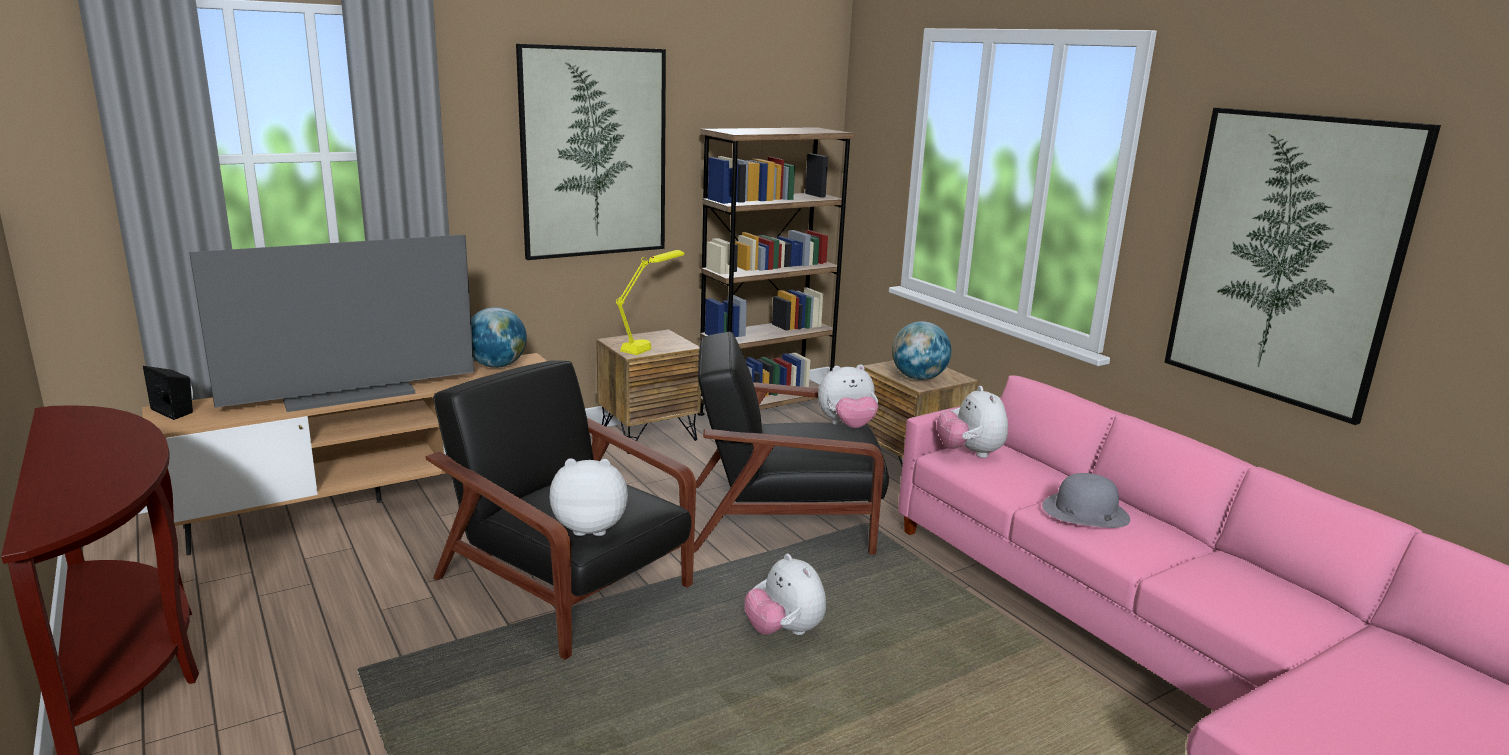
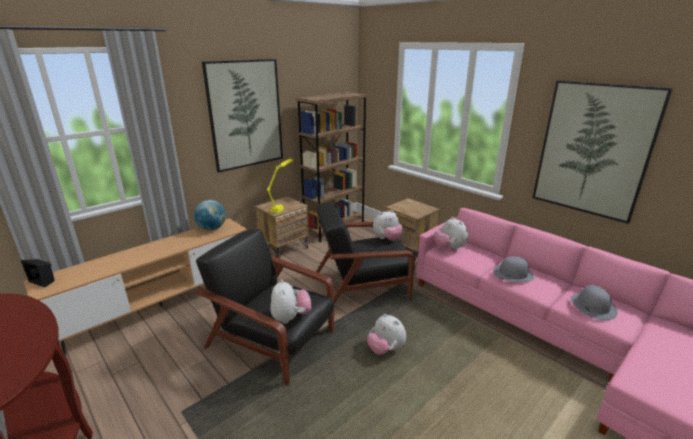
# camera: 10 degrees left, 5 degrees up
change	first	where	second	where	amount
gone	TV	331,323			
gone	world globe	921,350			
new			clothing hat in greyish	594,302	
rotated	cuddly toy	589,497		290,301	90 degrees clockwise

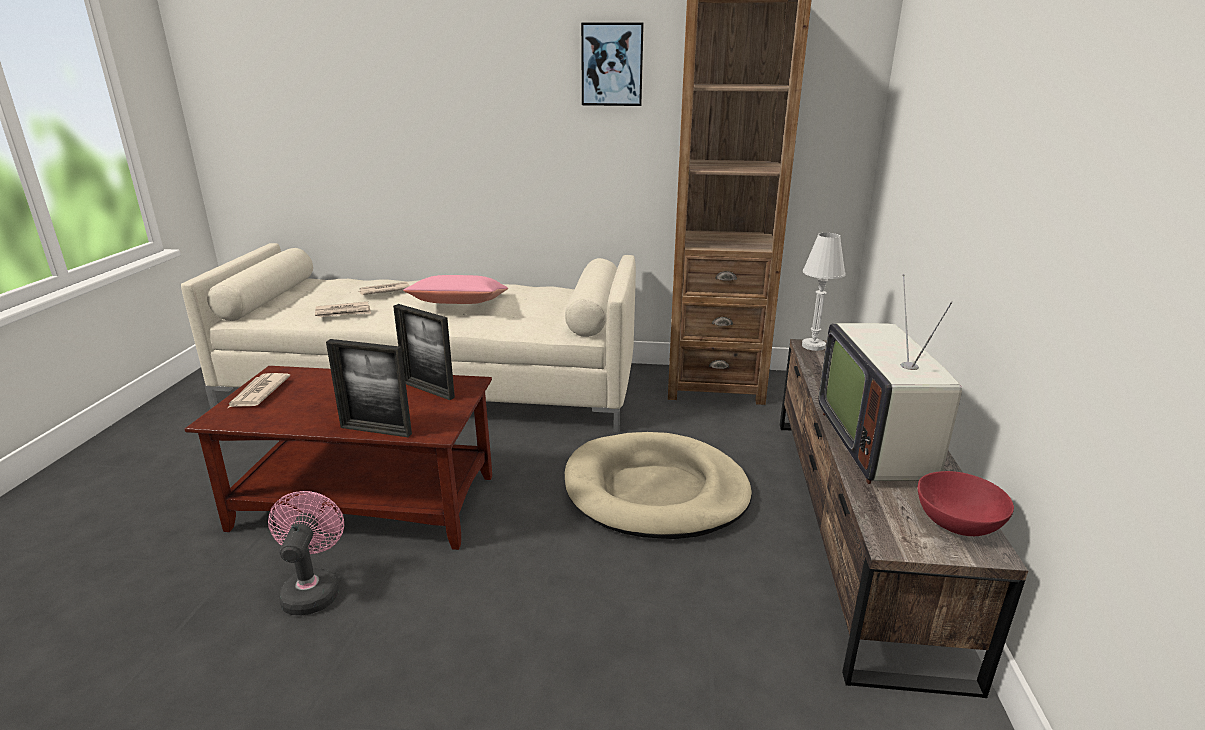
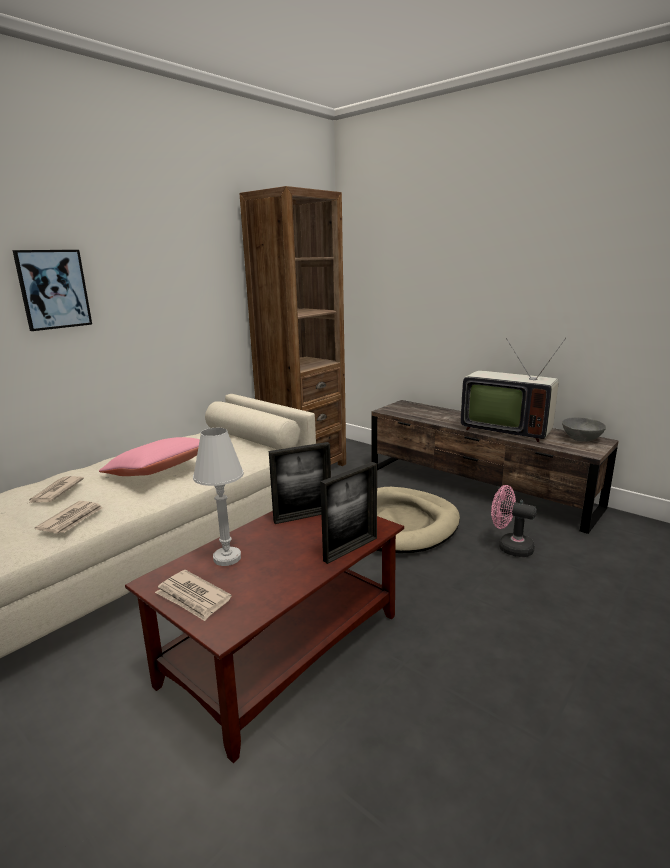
# camera: 55 degrees left, 5 degrees down
change	first	where	second	where	amount
shifted	electric fan in pink	306,553		514,521	
shifted	wall art	612,64		52,290	
shifted	tabletop lamp in whitish	823,292		218,497	
repainted	deep dish in red	966,503	deep dish in greyish	584,429	

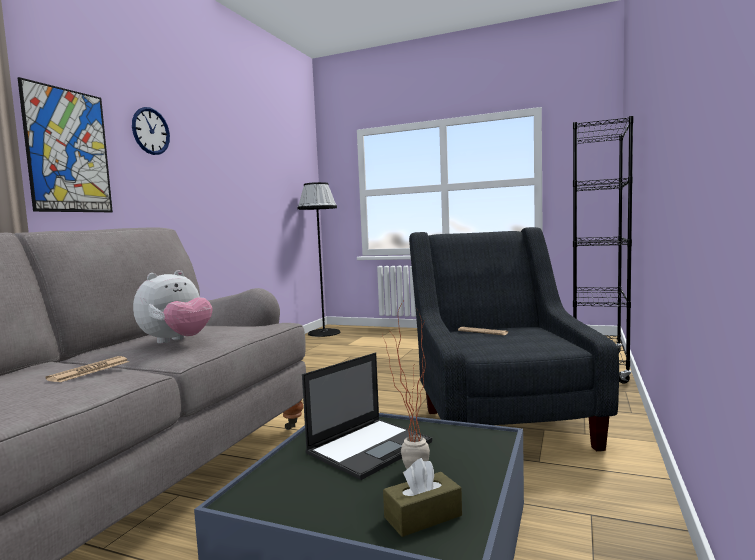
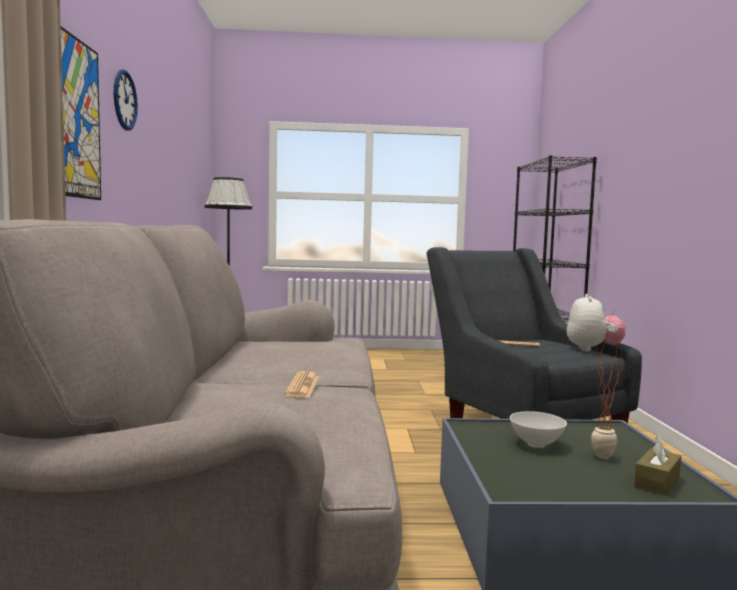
# camera: 25 degrees left, 0 degrees up
change	first	where	second	where	amount
shifted	cuddly toy	172,307		596,322	
swapped	portable computer	367,416	deep dish in whitish	538,429	

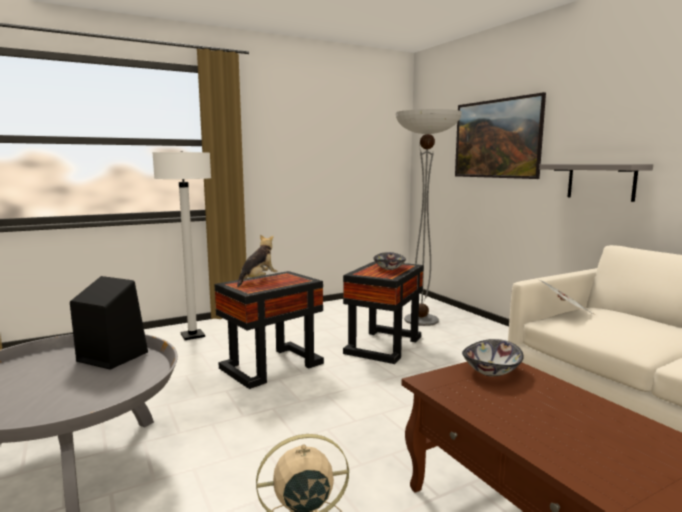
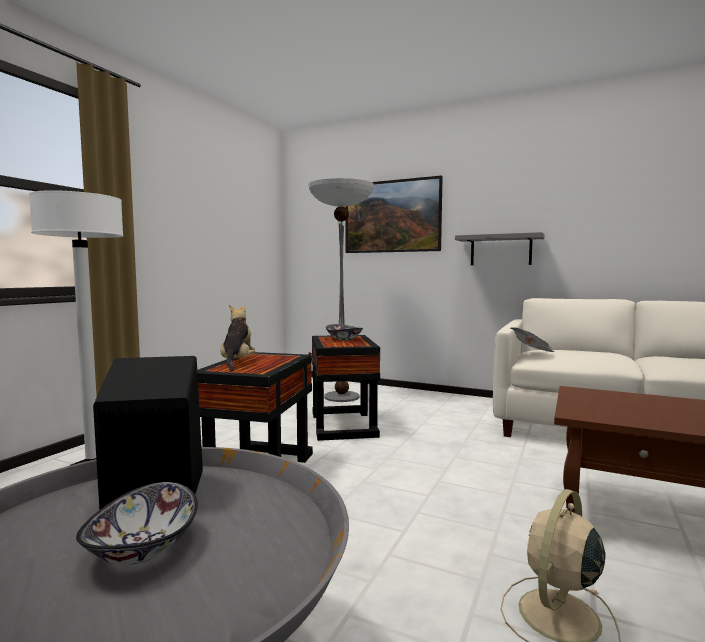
# camera: 35 degrees left, 5 degrees down
change	first	where	second	where	amount
shifted	deep dish	493,358		137,523	

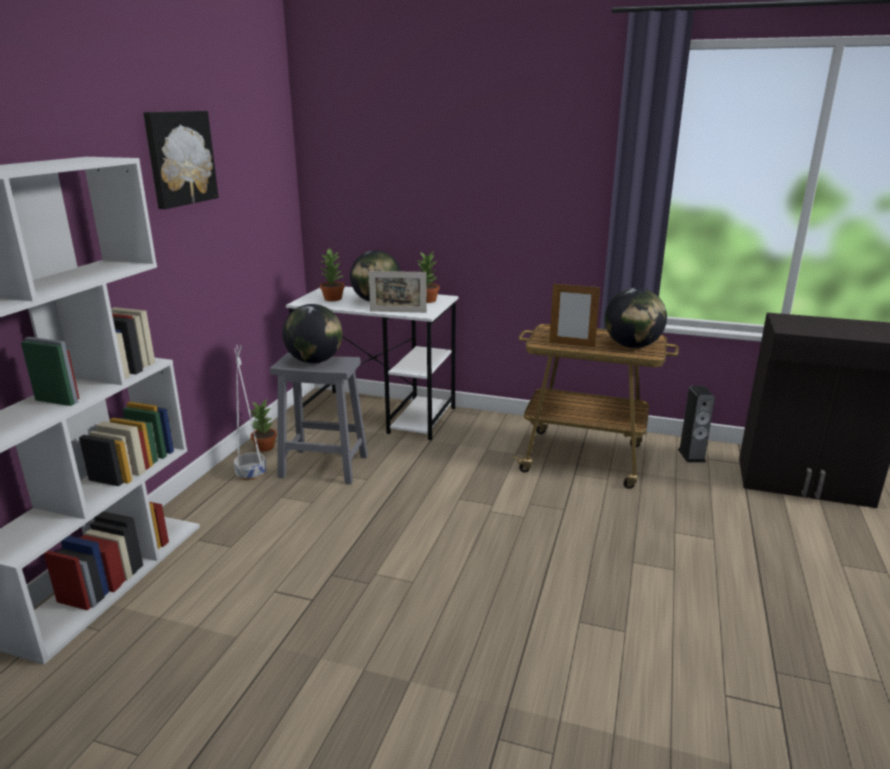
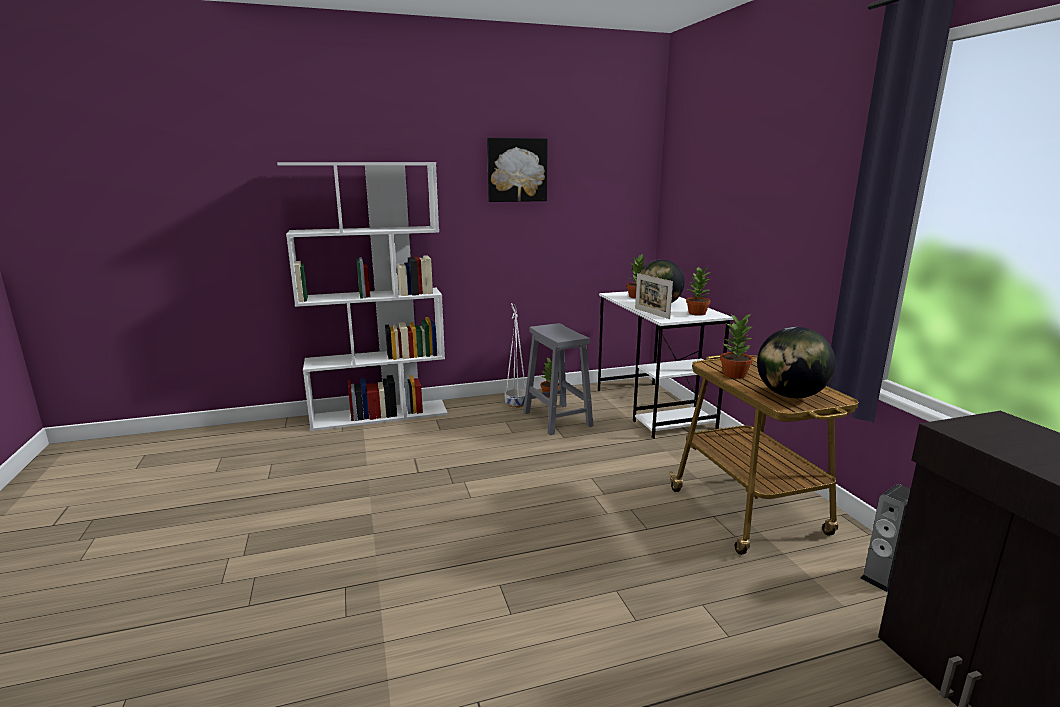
# camera: 55 degrees right, 5 degrees down
change	first	where	second	where	amount
gone	world globe	312,333			
swapped	standing frame	575,315	plant in a pot	736,346	

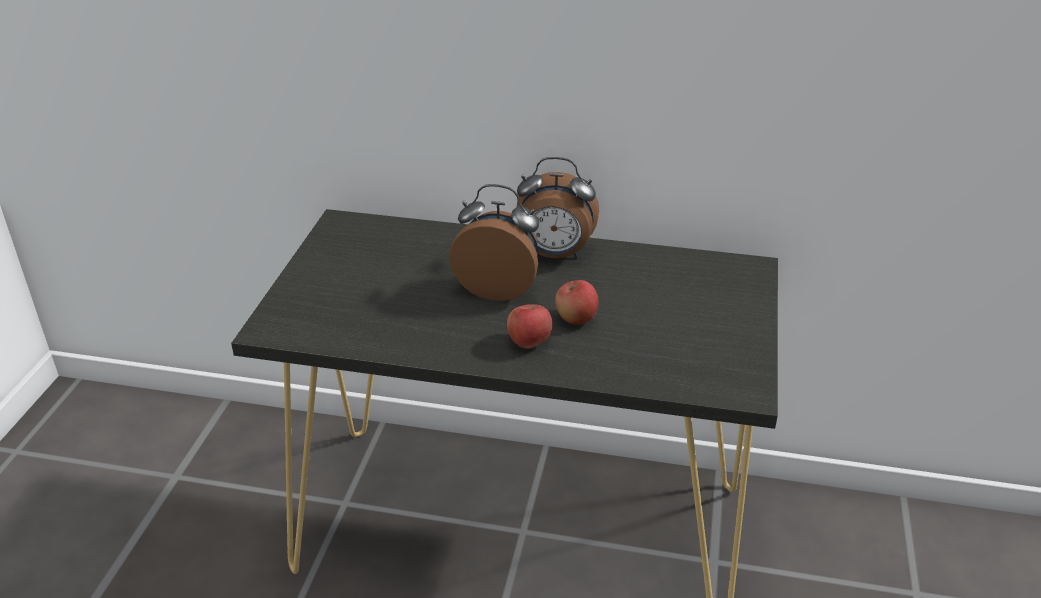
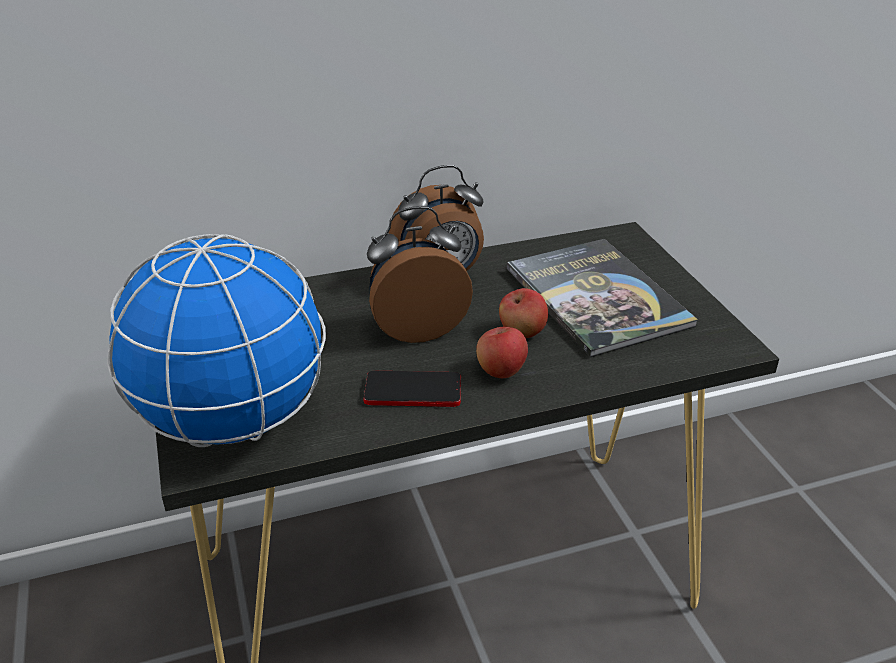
# camera: 30 degrees left, 0 degrees up
change	first	where	second	where	amount
new			world globe	216,340	
new			handset	412,389	
new			volume	602,298	

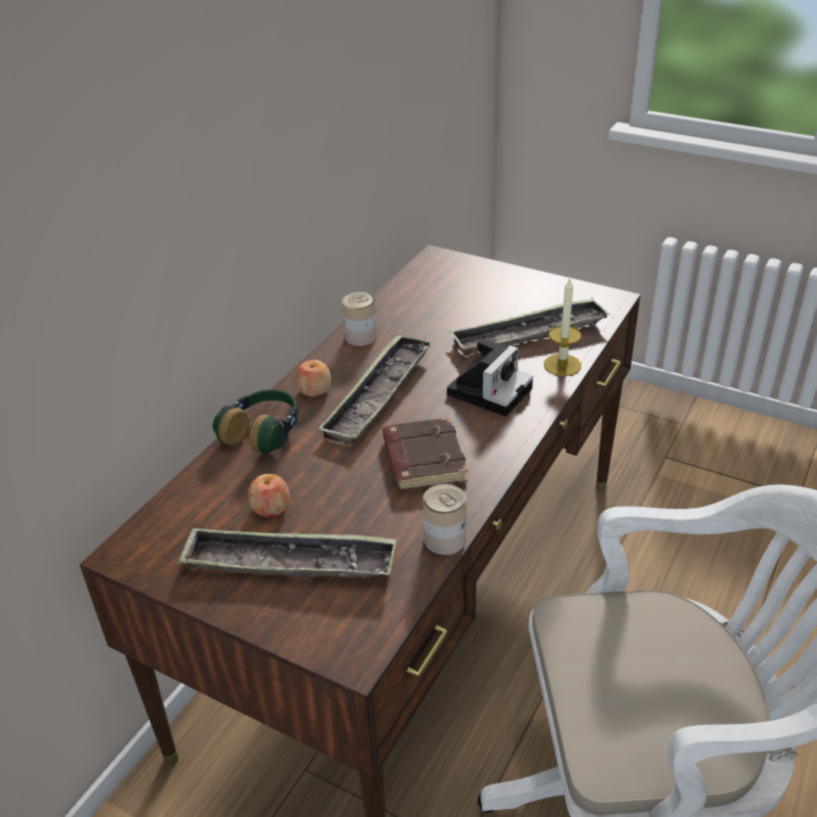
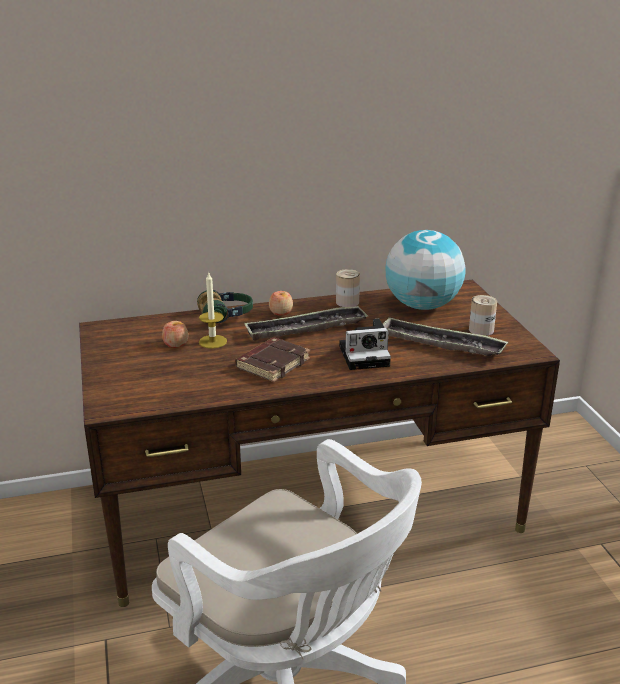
# camera: 45 degrees right, 10 degrees down
change	first	where	second	where	amount
gone	serving tray	287,553			
new			world globe	425,270	
shifted	sealed can	444,519		483,315	
shifted	wax candle	562,327		213,311	

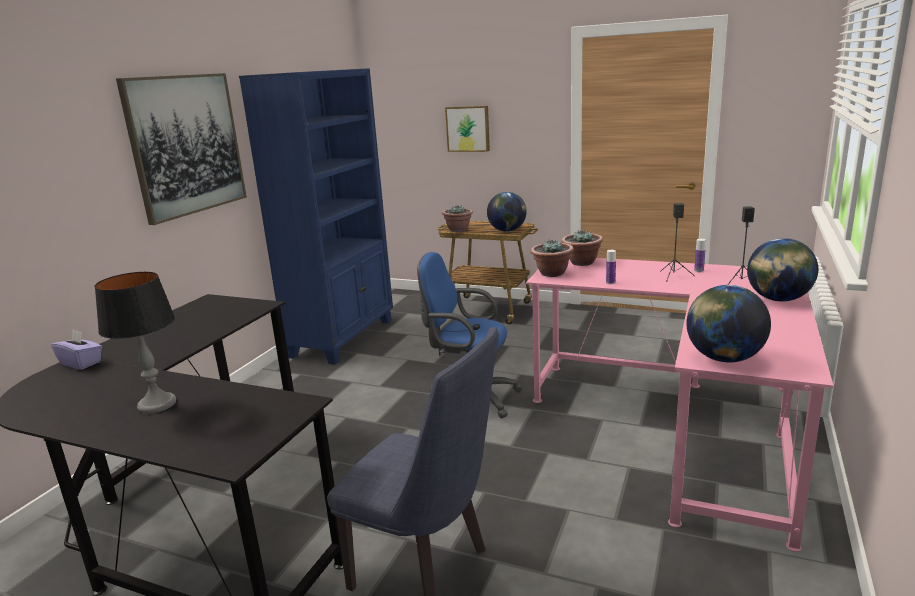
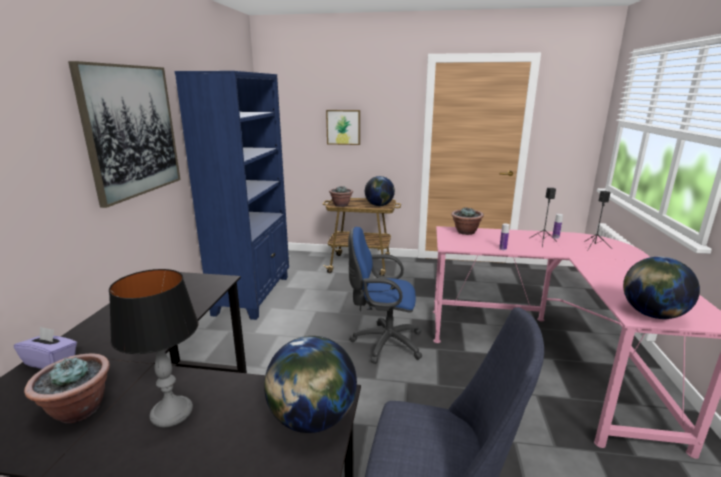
# camera: 15 degrees left, 0 degrees up
change	first	where	second	where	amount
shifted	plant in a pot	552,258		67,388	
shifted	world globe	782,269		310,384	

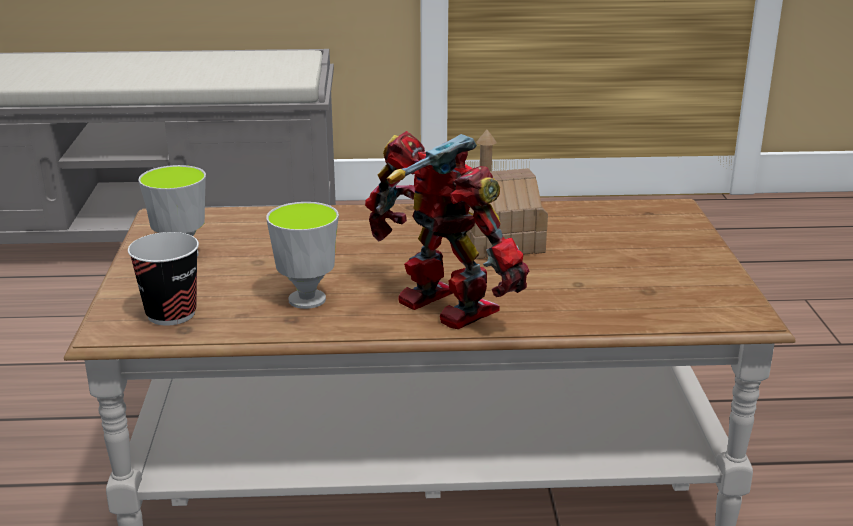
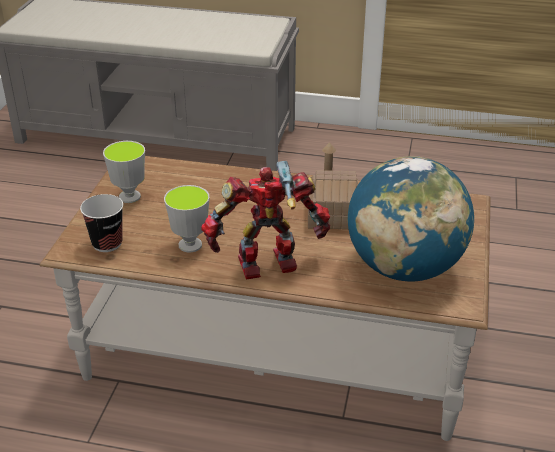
# camera: 15 degrees right, 10 degrees up
change	first	where	second	where	amount
new			world globe	411,219	
rotated	toy robot	447,230		265,220	75 degrees counterclockwise

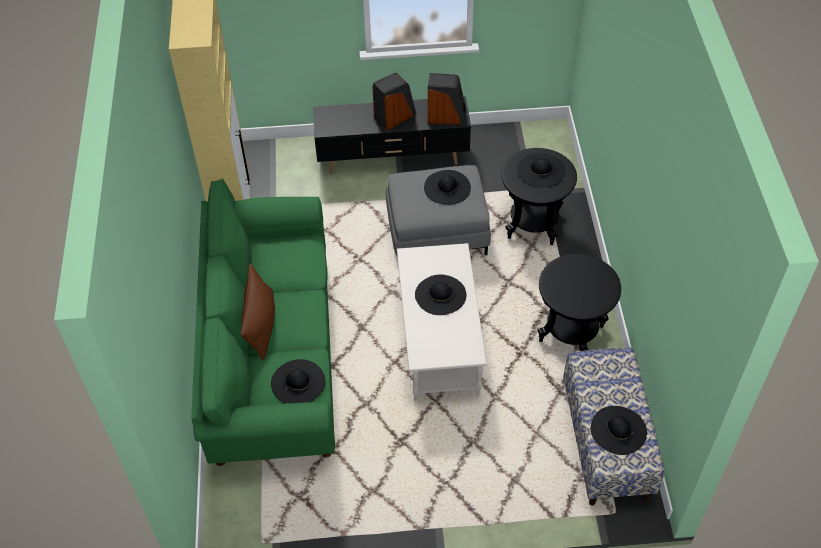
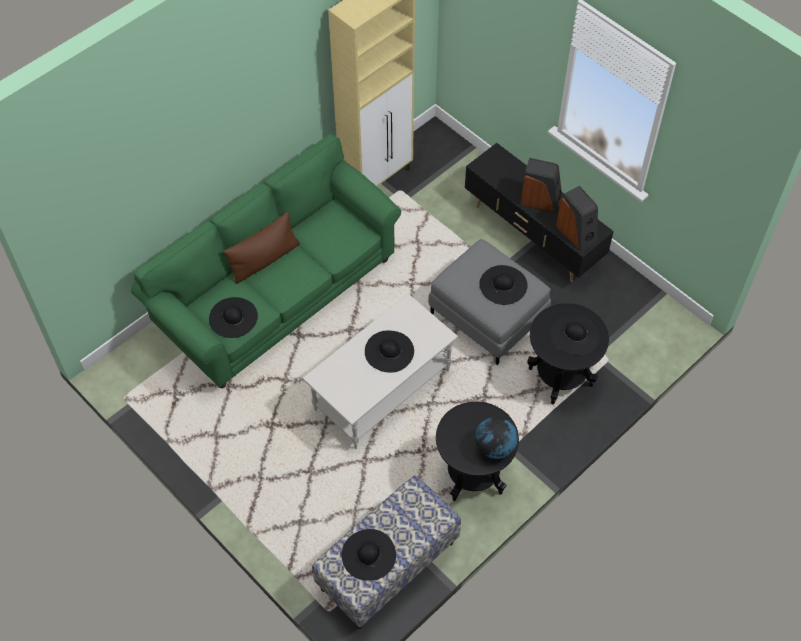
# camera: 50 degrees right, 5 degrees up
change	first	where	second	where	amount
new			world globe	496,437	

